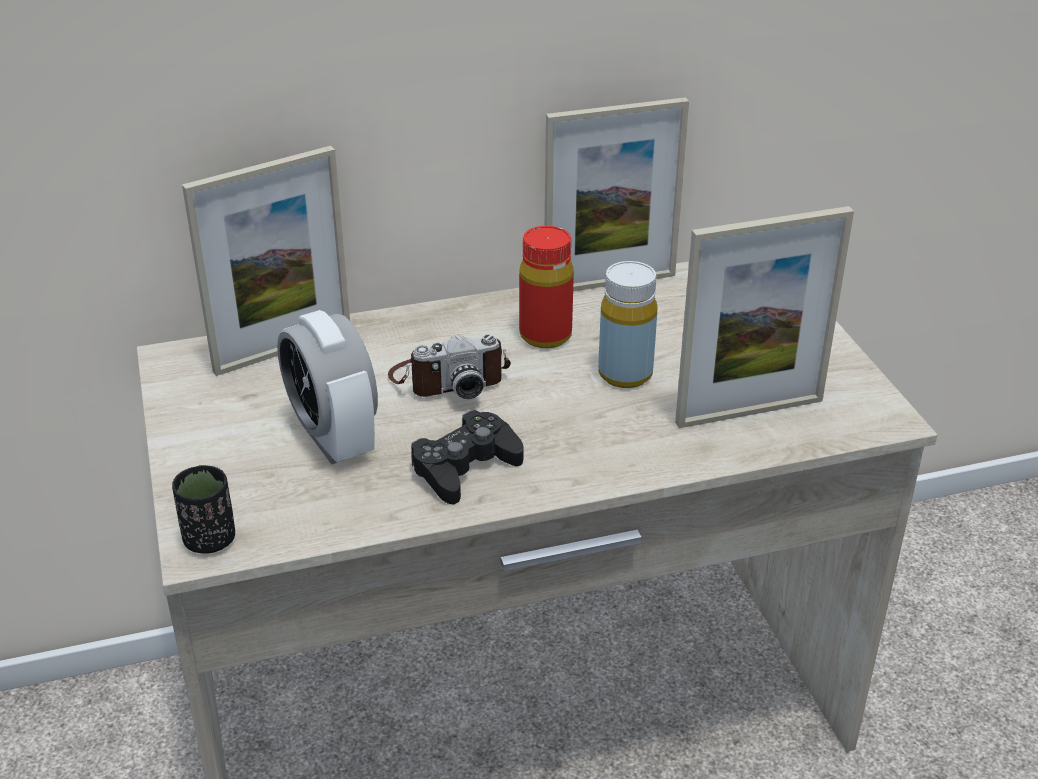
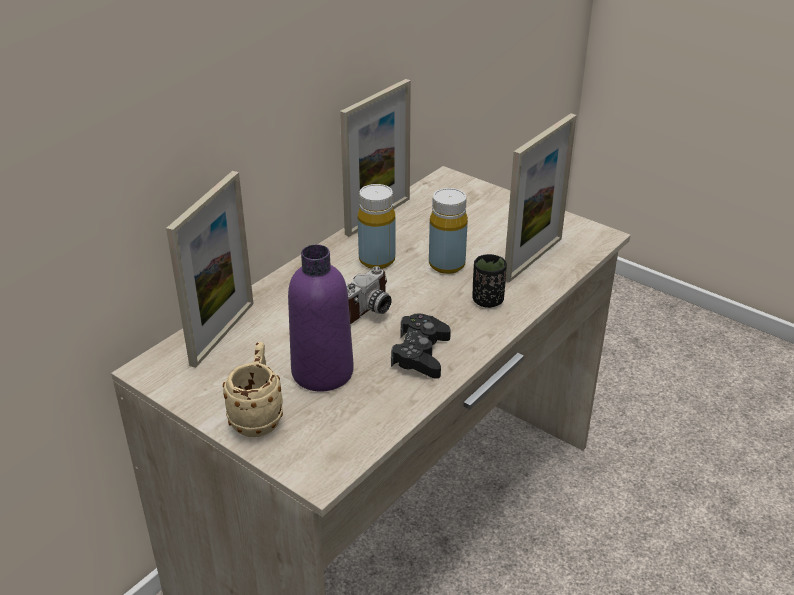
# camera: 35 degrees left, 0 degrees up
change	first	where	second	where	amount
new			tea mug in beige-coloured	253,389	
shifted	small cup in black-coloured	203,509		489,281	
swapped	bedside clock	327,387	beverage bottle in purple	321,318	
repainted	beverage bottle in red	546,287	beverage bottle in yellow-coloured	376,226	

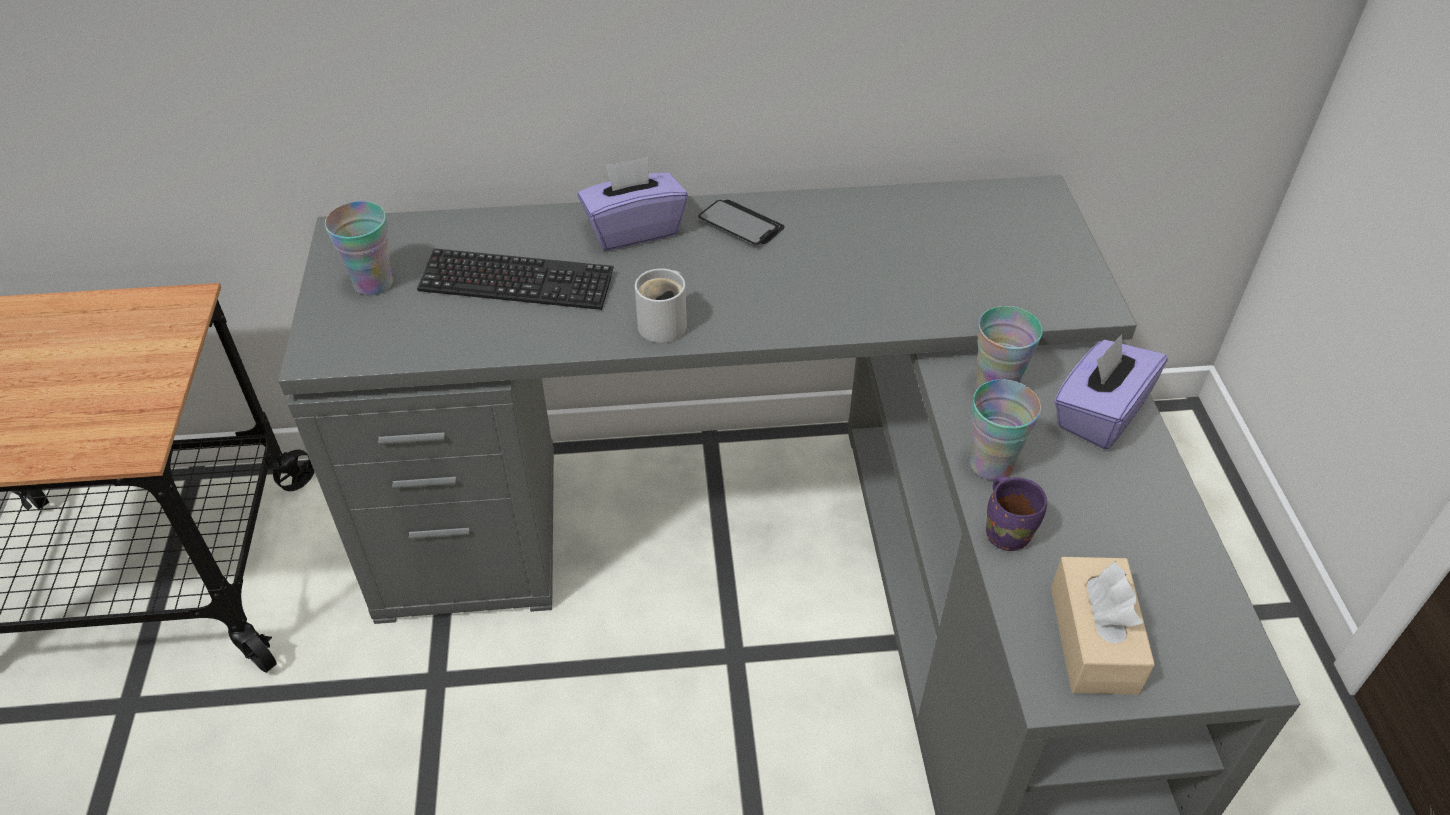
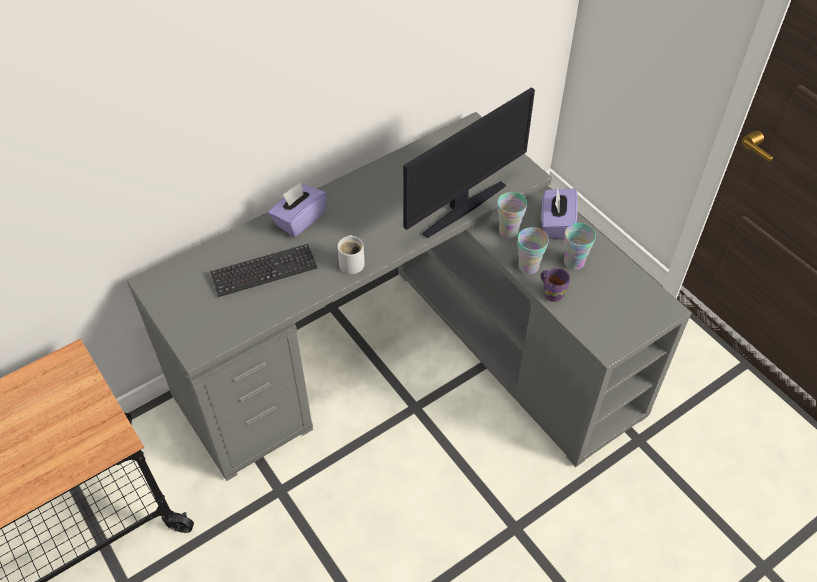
# camera: 30 degrees left, 5 degrees up
change	first	where	second	where	amount
gone	handset	742,222			
gone	tissue box in beige-coloured	1103,626			
new			computer screen	469,162	
shifted	small cup	359,248		580,246	

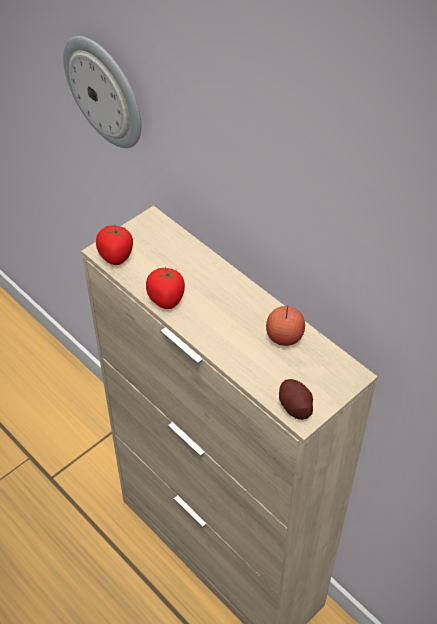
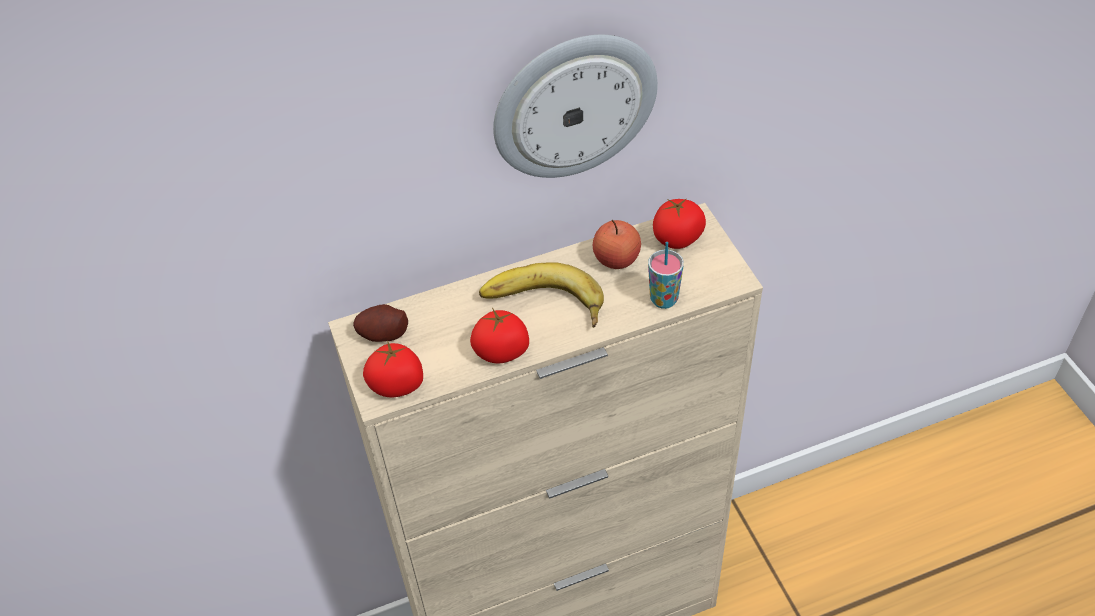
# camera: 65 degrees left, 0 degrees up
change	first	where	second	where	amount
new			banana	541,295	
new			small cup	666,275	
new			whole tomato	679,223	
shifted	hanging clock	102,92		575,106	
shifted	spud	296,399		380,323	

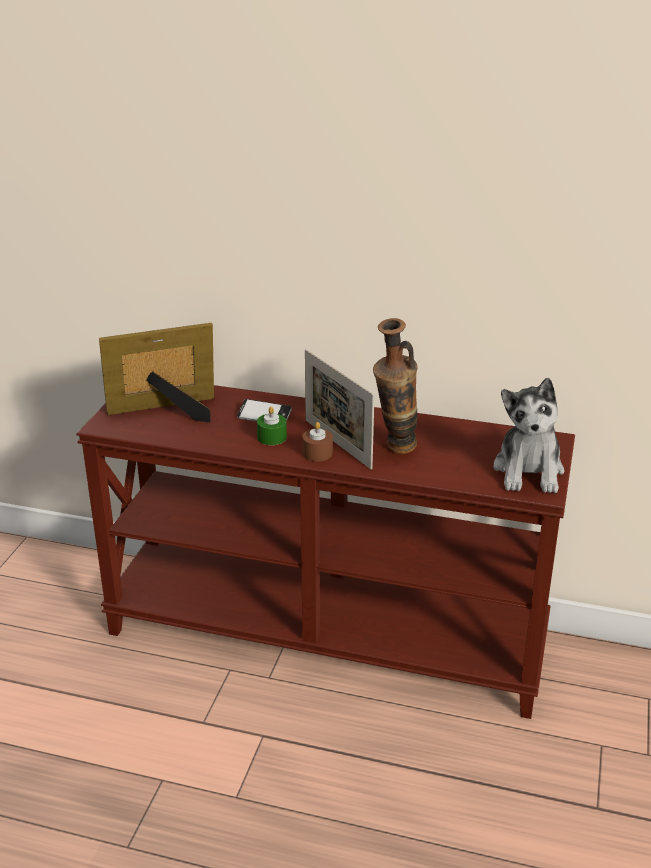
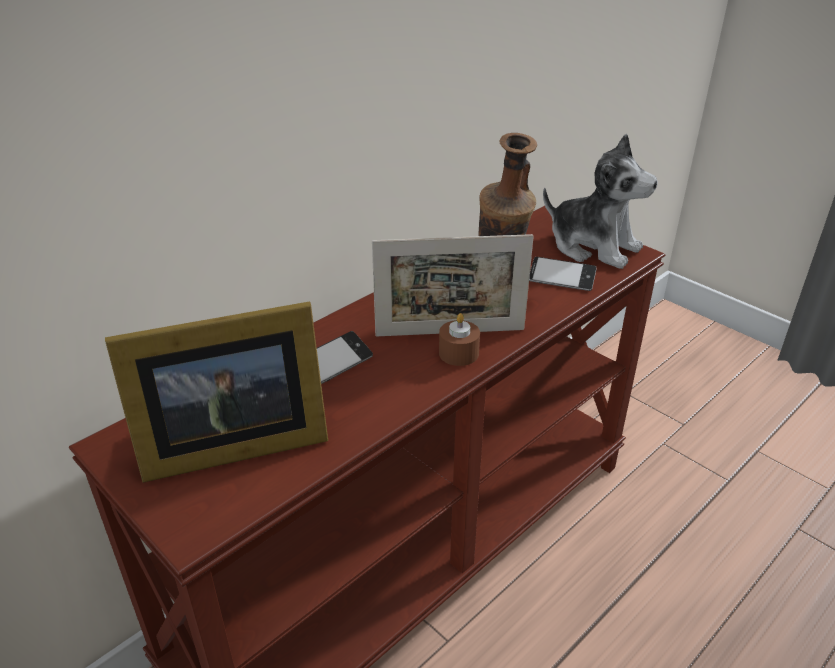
# camera: 60 degrees left, 5 degrees up
change	first	where	second	where	amount
gone	wax candle in green	272,426			
new			handset	563,274	
rotated	standing frame	156,372		216,392	120 degrees counterclockwise

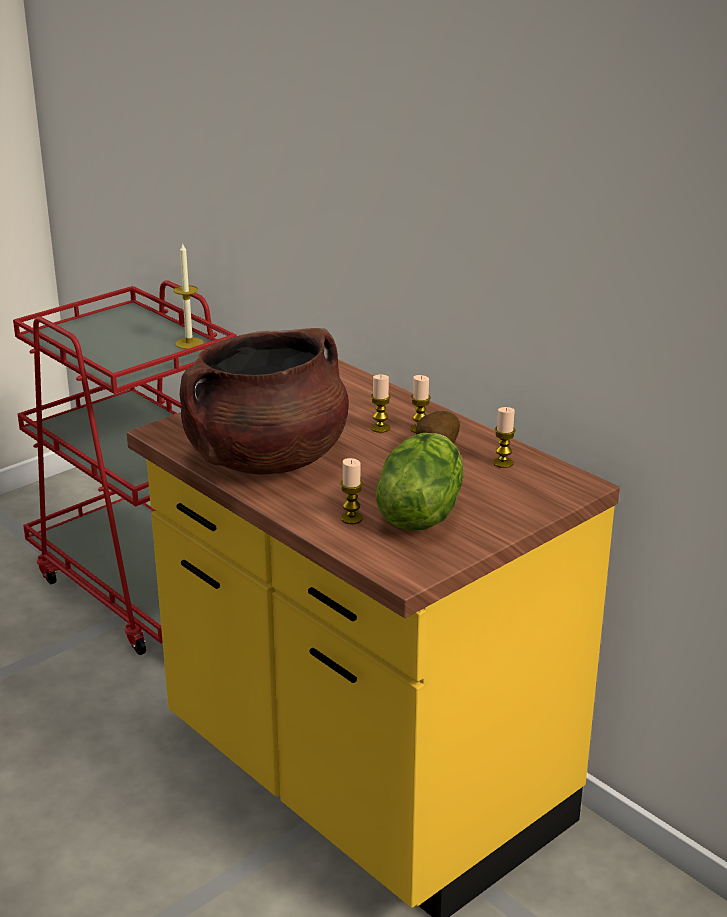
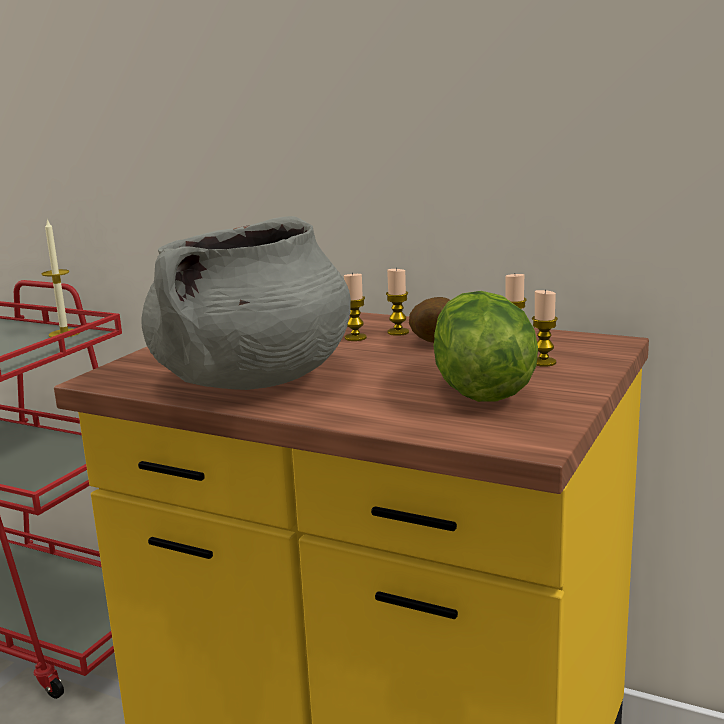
# camera: 20 degrees left, 10 degrees down
change	first	where	second	where	amount
shifted	wax candle	351,491		545,328	
repainted	cooking pot in brownish	264,401	cooking pot in greyish	246,303	

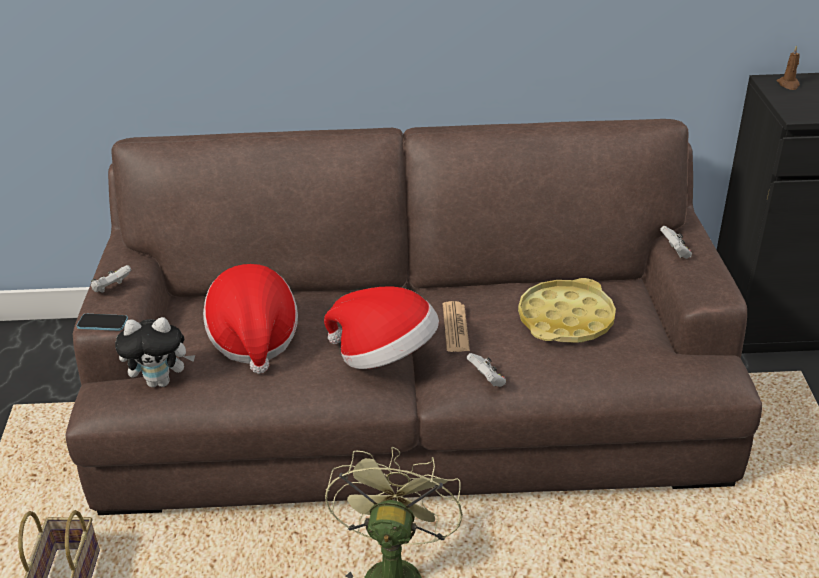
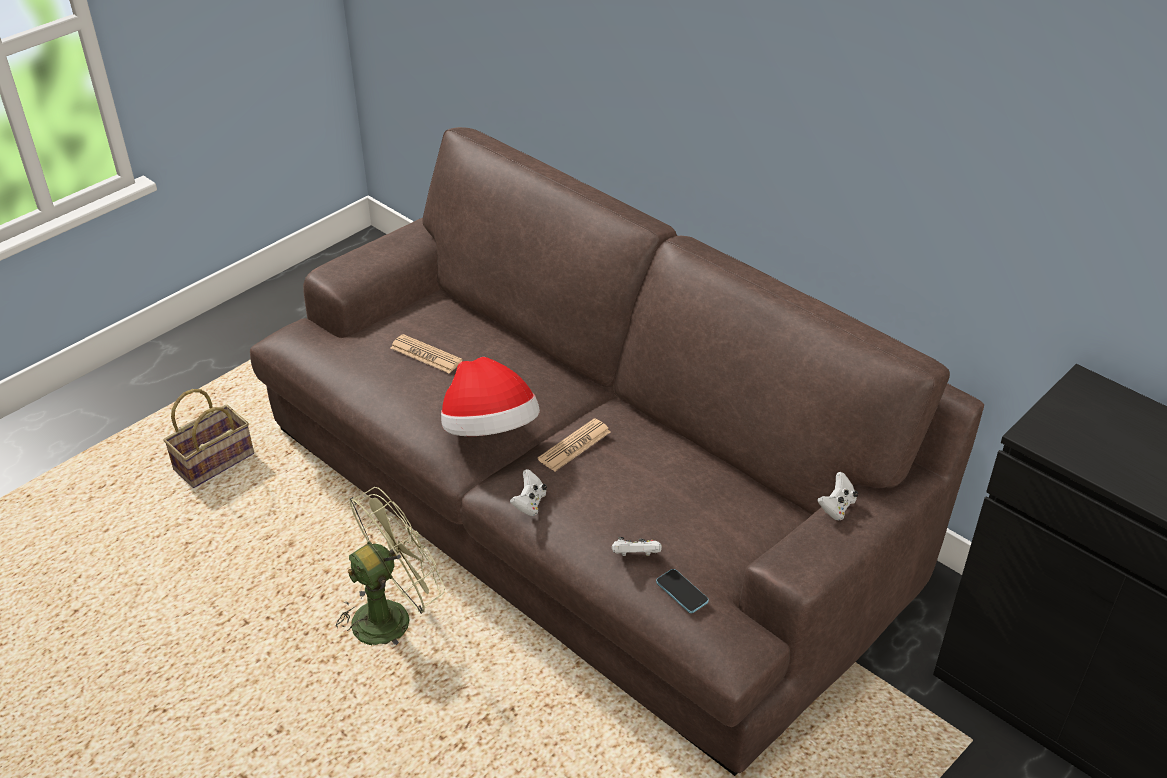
# camera: 45 degrees right, 5 degrees up
change	first	where	second	where	amount
gone	cuddly toy	155,352			
gone	serving tray in yellow-coloured	567,310			
gone	wax candle in brownish	788,67			
shifted	handset	102,322		682,591	
shifted	game controller in whitish	111,279		637,546	
swapped	clothing hat	250,319	daily paper	426,354	

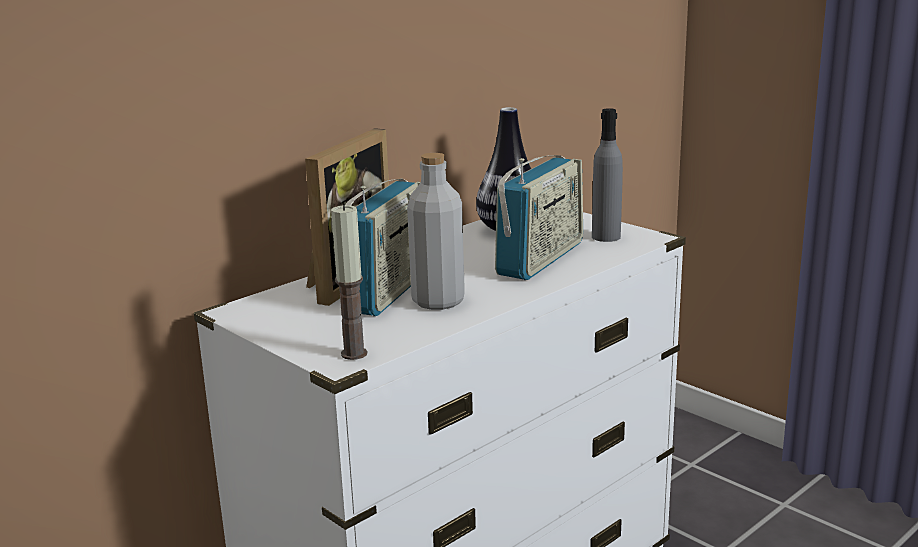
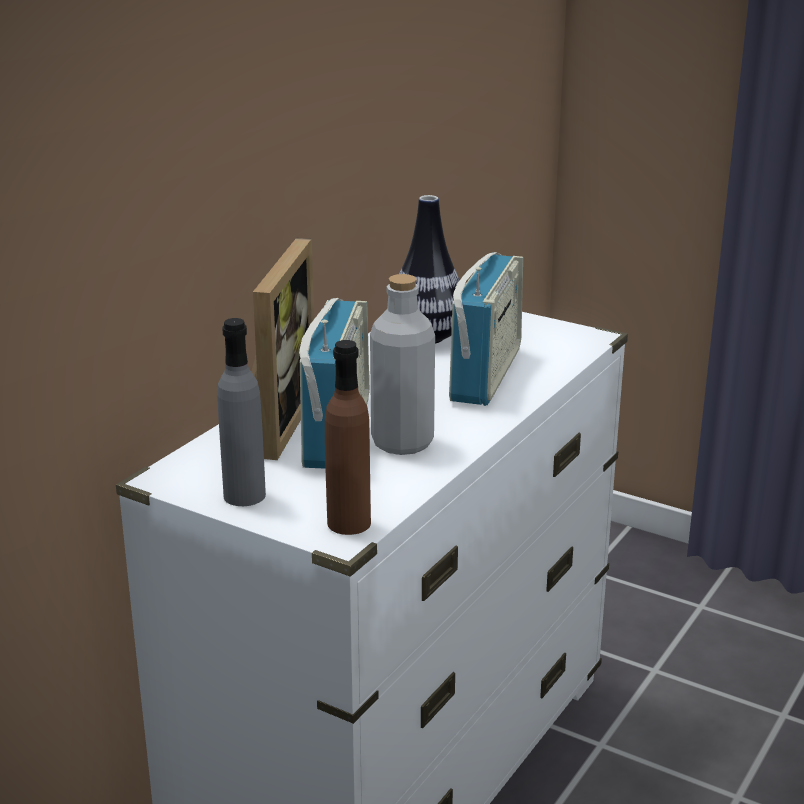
# camera: 15 degrees left, 5 degrees up
change	first	where	second	where	amount
shifted	beverage bottle in greyish	607,175		241,412	
swapped	wax candle	349,282	beverage bottle in brownish	348,437	

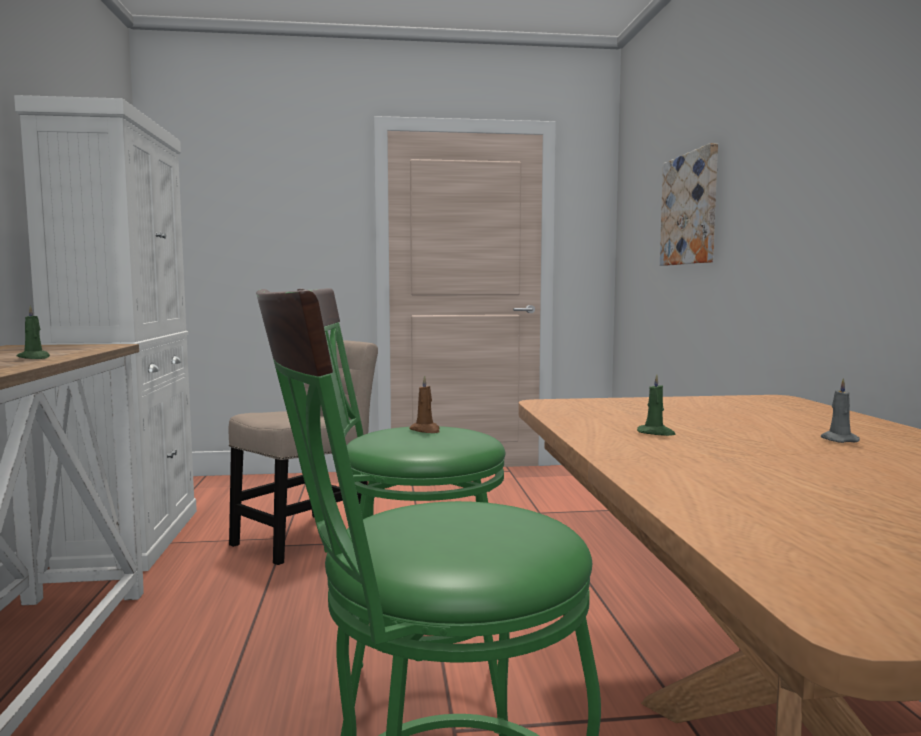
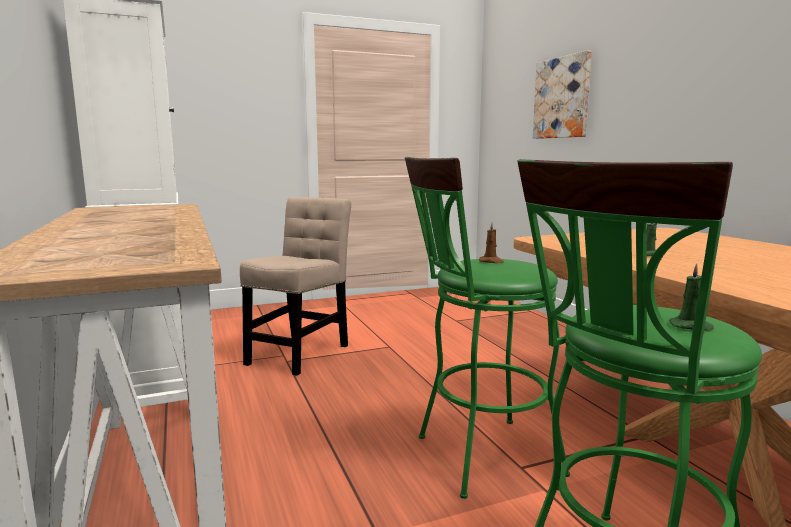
# camera: 15 degrees left, 5 degrees up
change	first	where	second	where	amount
gone	wax candle in greyish	840,410			
shifted	wax candle in green	33,332		691,296	

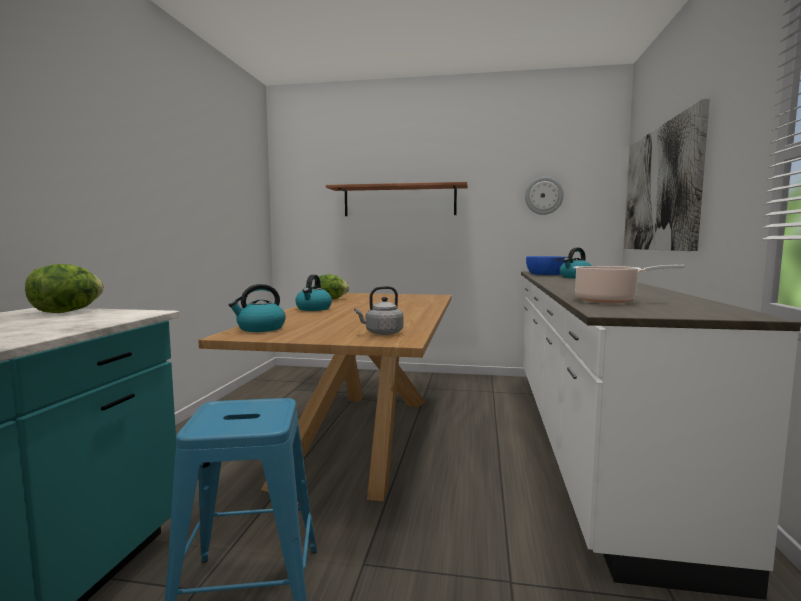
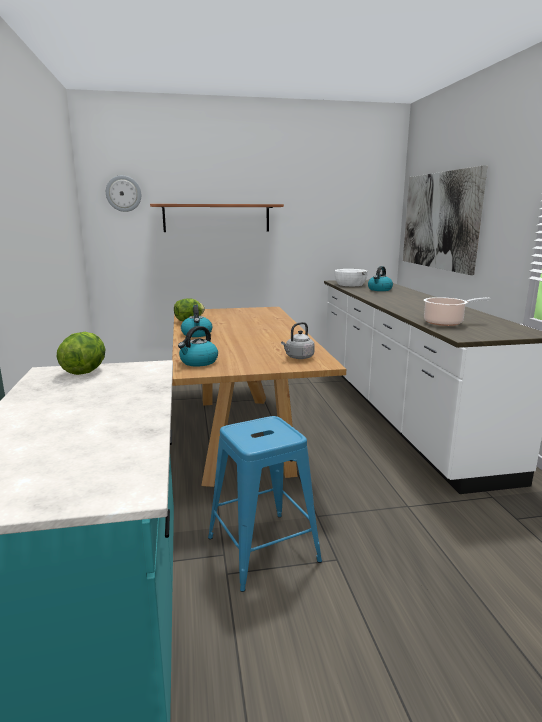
# camera: 20 degrees left, 10 degrees up
change	first	where	second	where	amount
shifted	hanging clock	544,196		123,193	
repainted	deep dish in bluish	546,265	deep dish in whitish	351,277	

